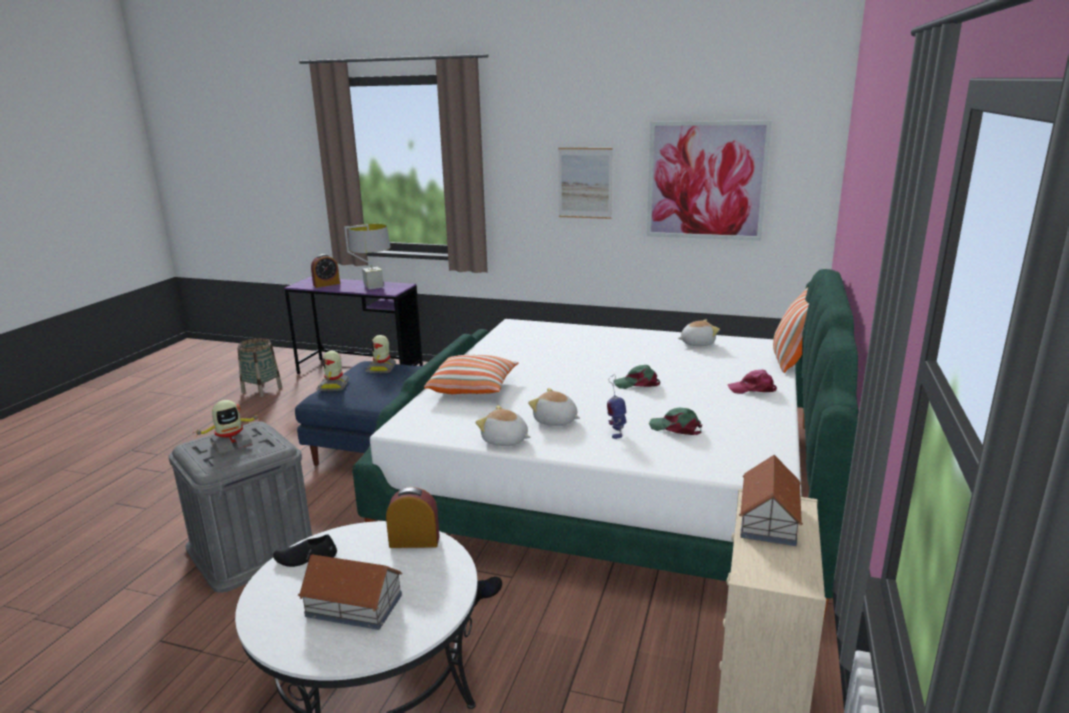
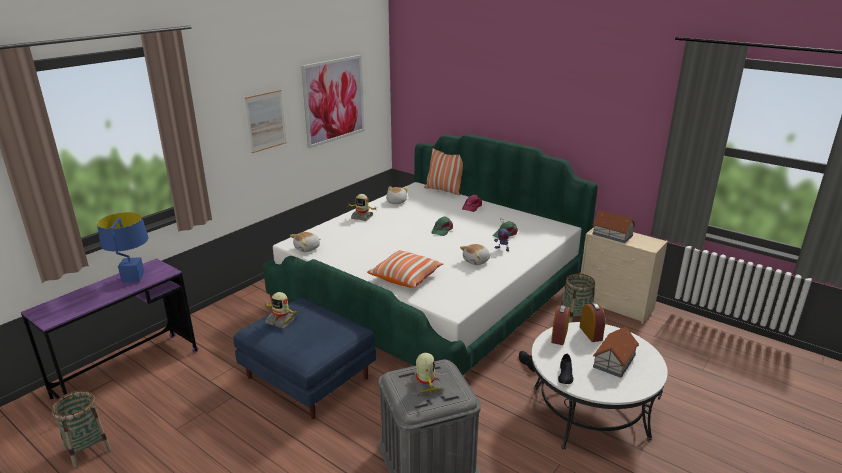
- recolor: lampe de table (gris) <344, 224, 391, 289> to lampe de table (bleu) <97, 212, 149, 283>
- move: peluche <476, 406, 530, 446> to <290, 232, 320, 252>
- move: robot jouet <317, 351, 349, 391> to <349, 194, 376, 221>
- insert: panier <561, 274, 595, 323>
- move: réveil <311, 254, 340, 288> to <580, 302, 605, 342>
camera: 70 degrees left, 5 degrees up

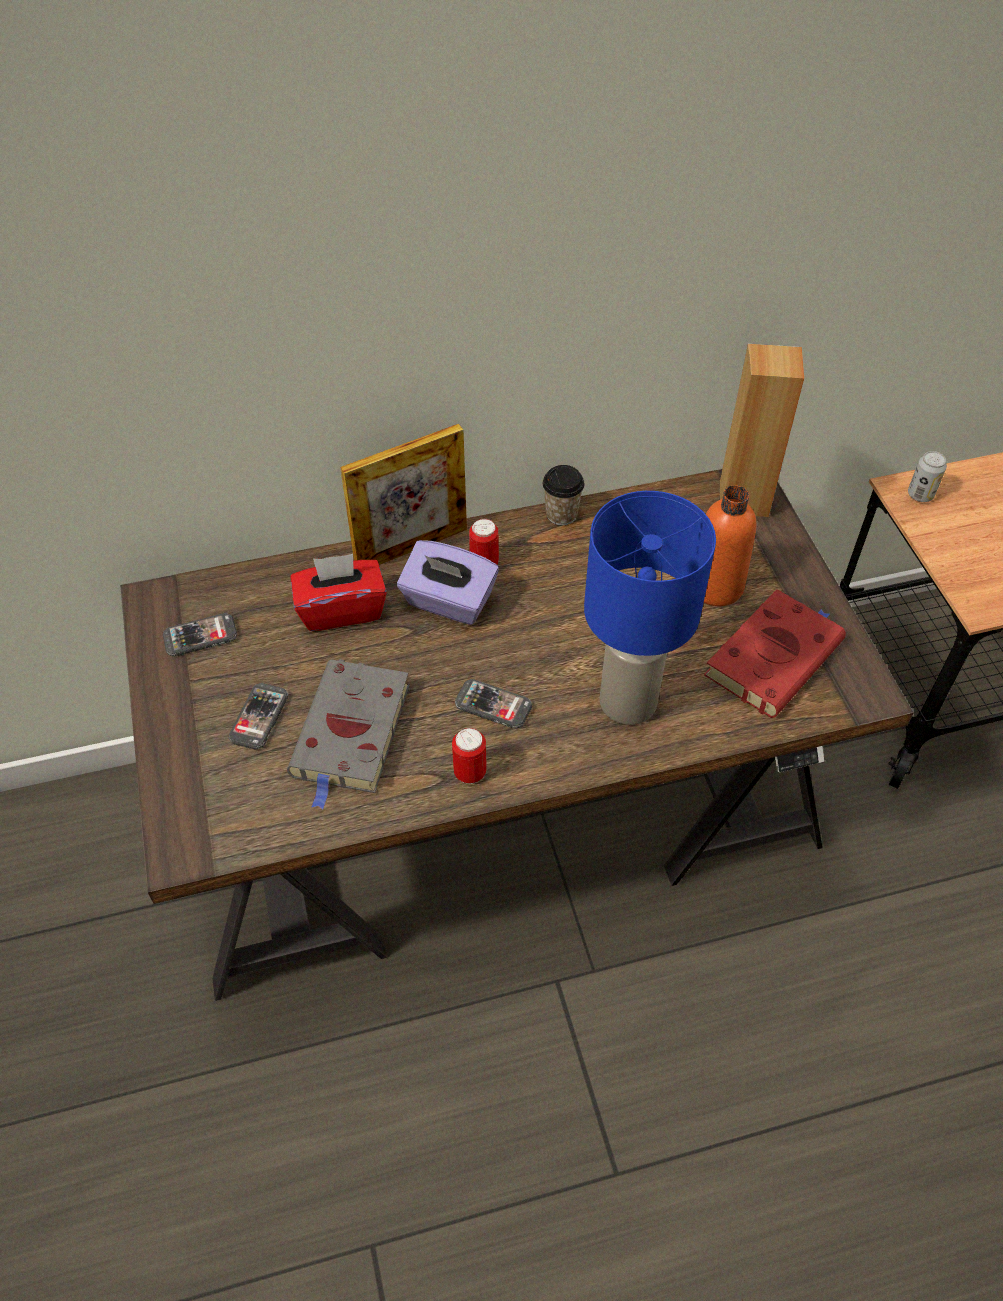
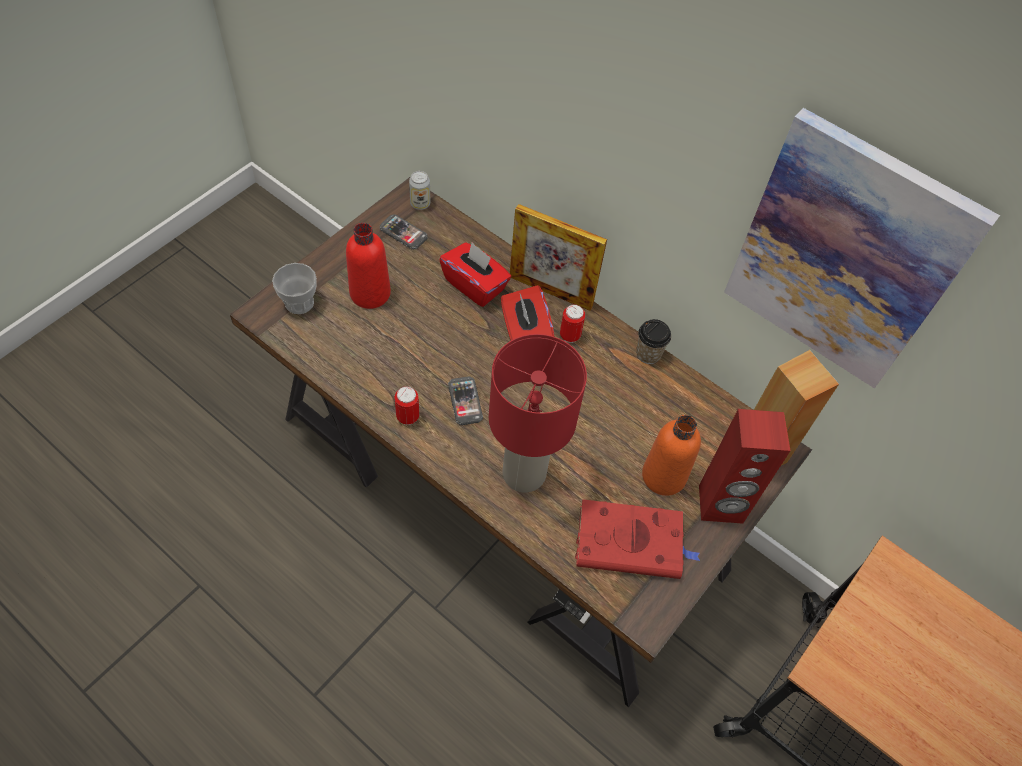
- insert: tasse <272, 263, 317, 314>
- replace: téléphone <228, 683, 288, 750> to bouteille (rouge) <346, 223, 391, 309>
- move: boîte métallique <908, 451, 947, 502> to <409, 171, 430, 210>
- recolor: lampe de table (bleu) <584, 491, 716, 725> to lampe de table (rouge) <489, 334, 587, 493>
- recolor: boîte à mouchoirs (violet) <397, 540, 499, 625> to boîte à mouchoirs (rouge) <501, 285, 554, 340>
- insert: enceinte (rouge) <699, 409, 790, 524>
- insert: tableau <724, 108, 1000, 388>
- delete: livre (gris) <287, 659, 410, 810>
camera: 50 degrees right, 5 degrees up

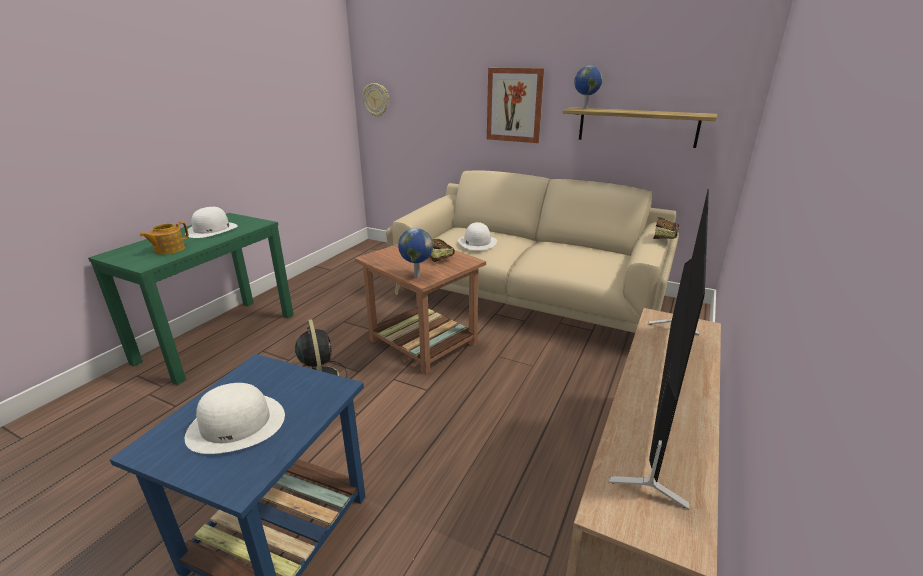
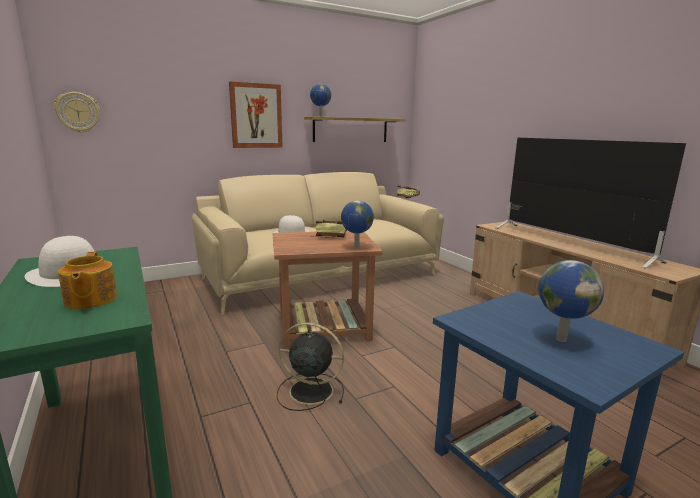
- replace: chapeau (blanc) <185, 383, 285, 454> to globe <538, 260, 604, 342>
camera: 55 degrees left, 10 degrees down

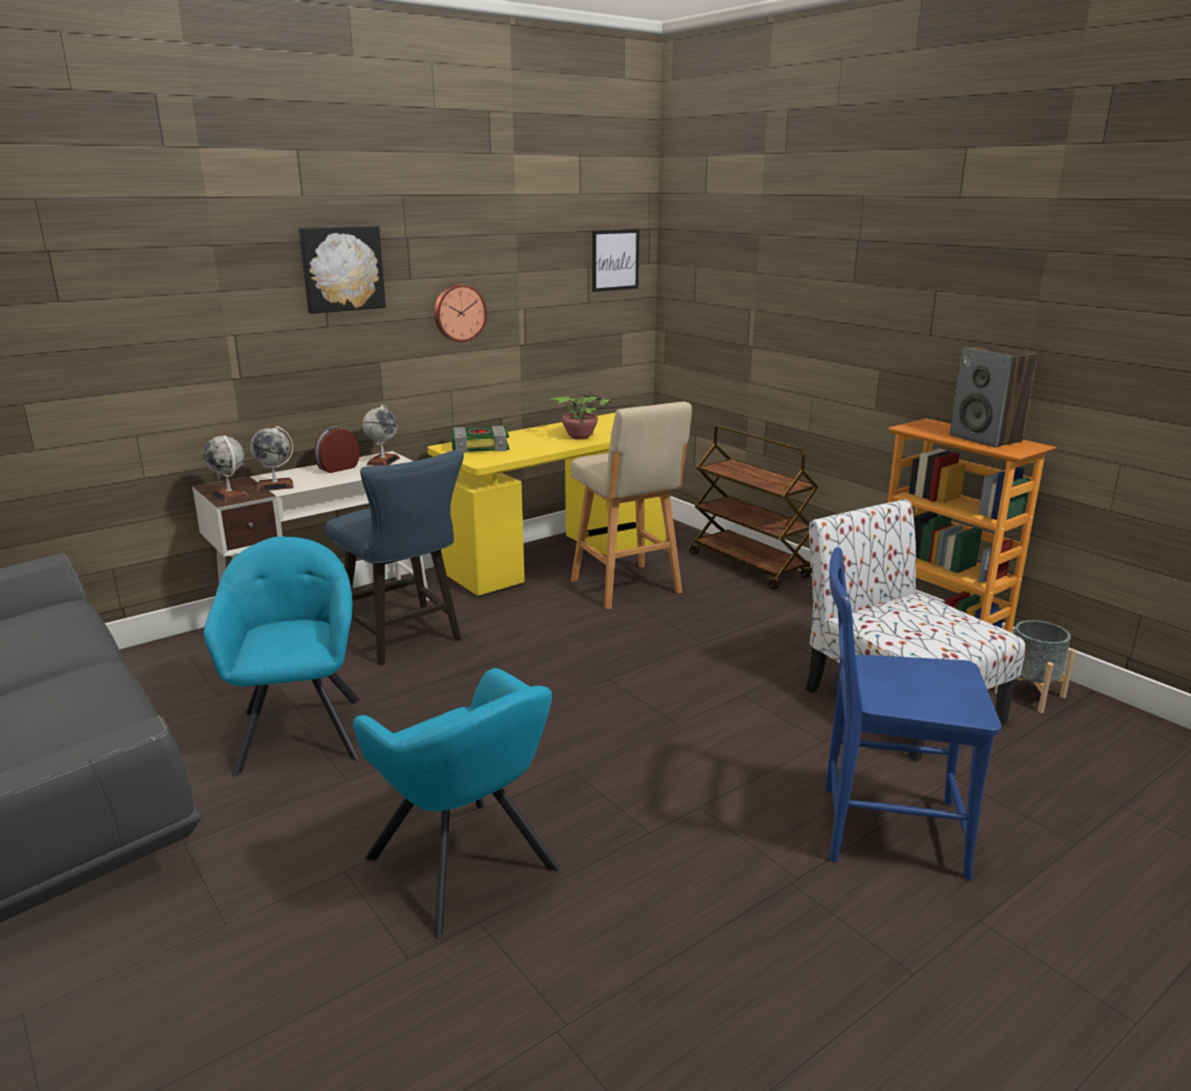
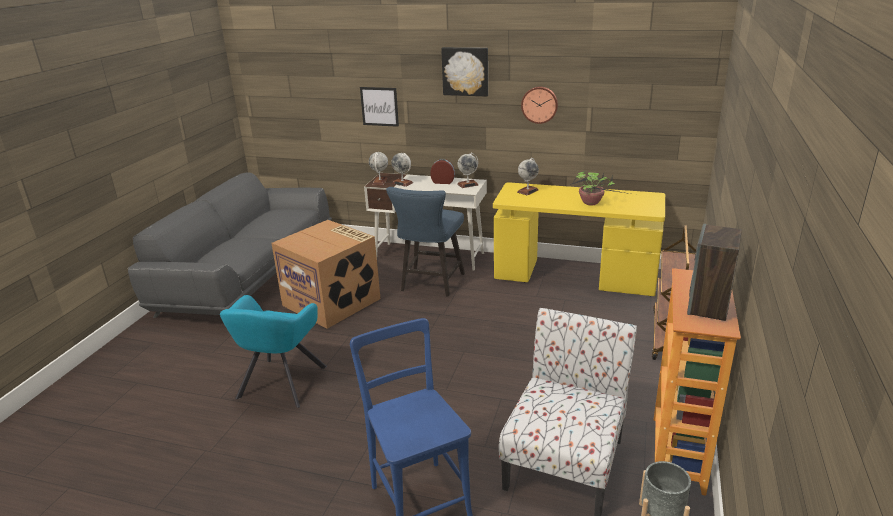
- replace: fauteuil (turquoise) <203, 536, 360, 776> to carton <271, 220, 380, 329>
- move: tableau <592, 229, 639, 292> to <360, 87, 399, 127>
- replace: livre <451, 425, 509, 453> to globe <517, 158, 539, 196>
- delete: tabouret (beige) <571, 402, 692, 609>
camera: 55 degrees right, 5 degrees up

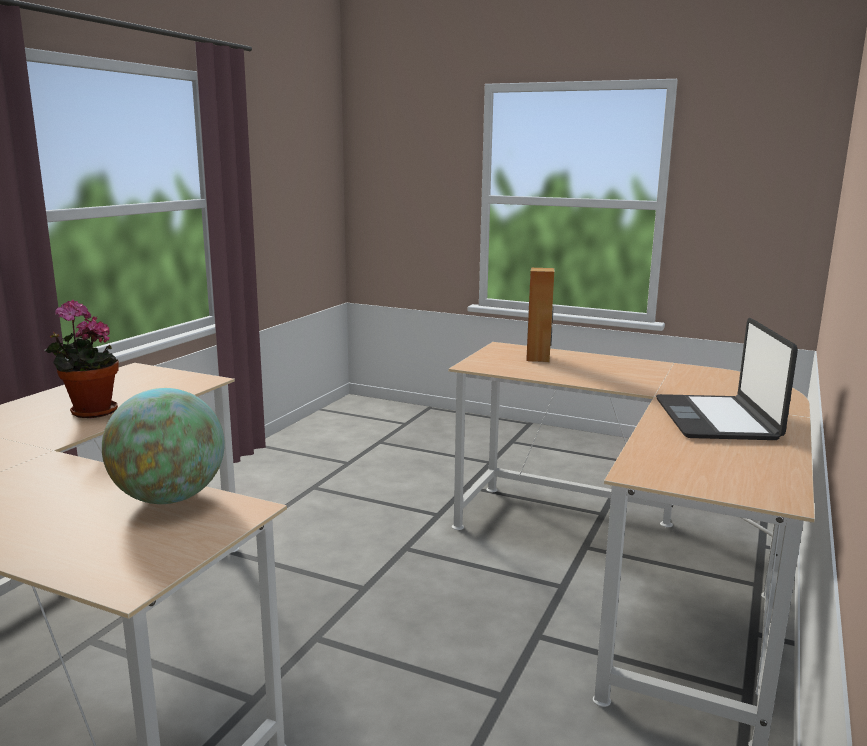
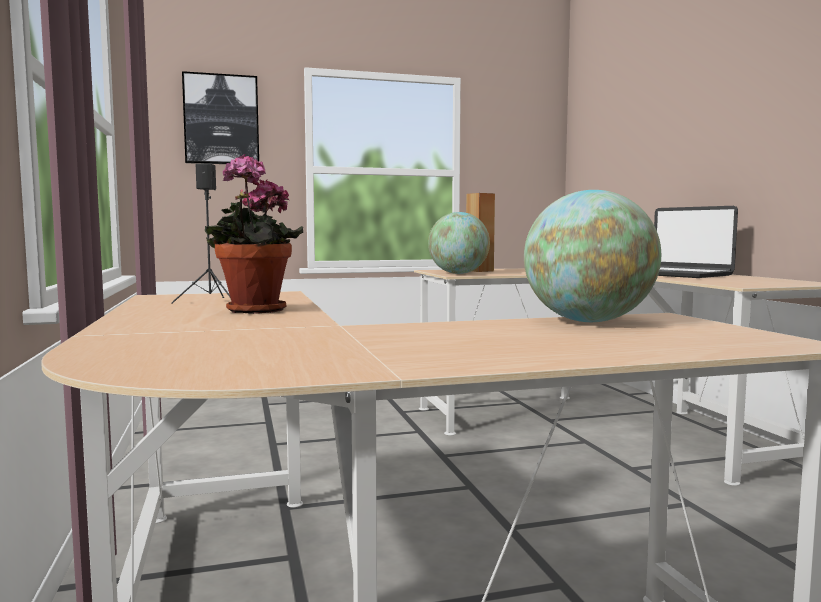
- insert: enceinte (noir) <171, 164, 230, 304>
- insert: tableau <182, 71, 259, 164>
- insert: globe <428, 212, 490, 274>
camera: 40 degrees left, 10 degrees down

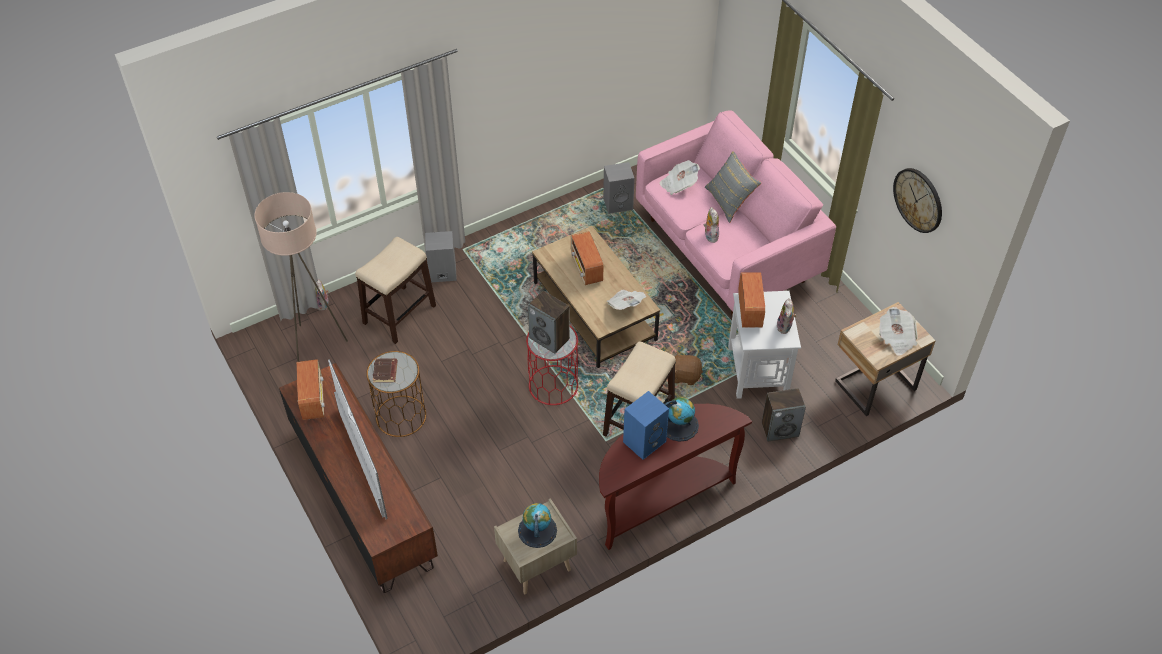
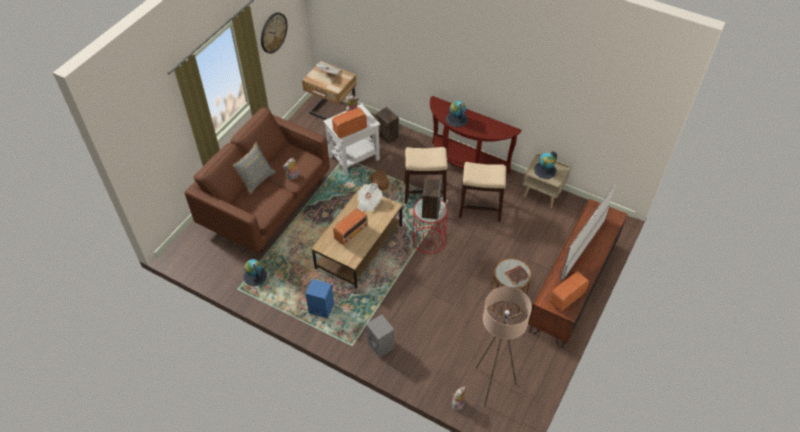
- recolor: canapé (rose) <636, 110, 836, 316> to canapé (marron) <184, 107, 330, 253>
- replace: enceinte (gris) <603, 162, 635, 214> to globe <243, 259, 267, 286>
- move: enceinte (bleu) <623, 391, 669, 460> to <305, 279, 334, 318>
- move: tabouret <355, 237, 436, 344> to <459, 162, 506, 222>
- delete: journal <660, 160, 700, 195>
camera: 120 degrees left, 0 degrees up

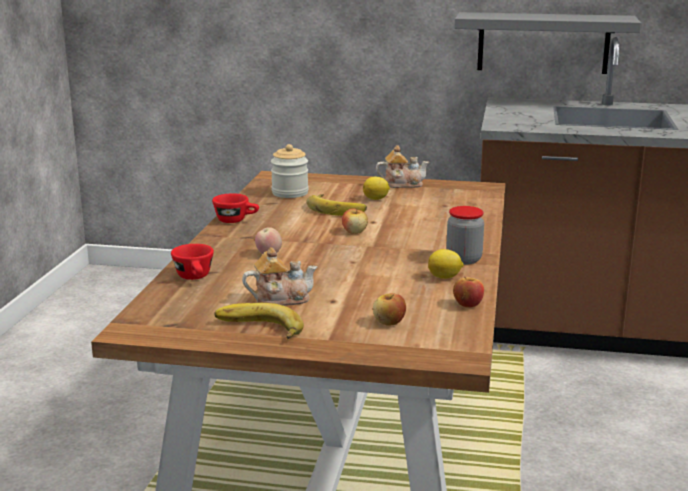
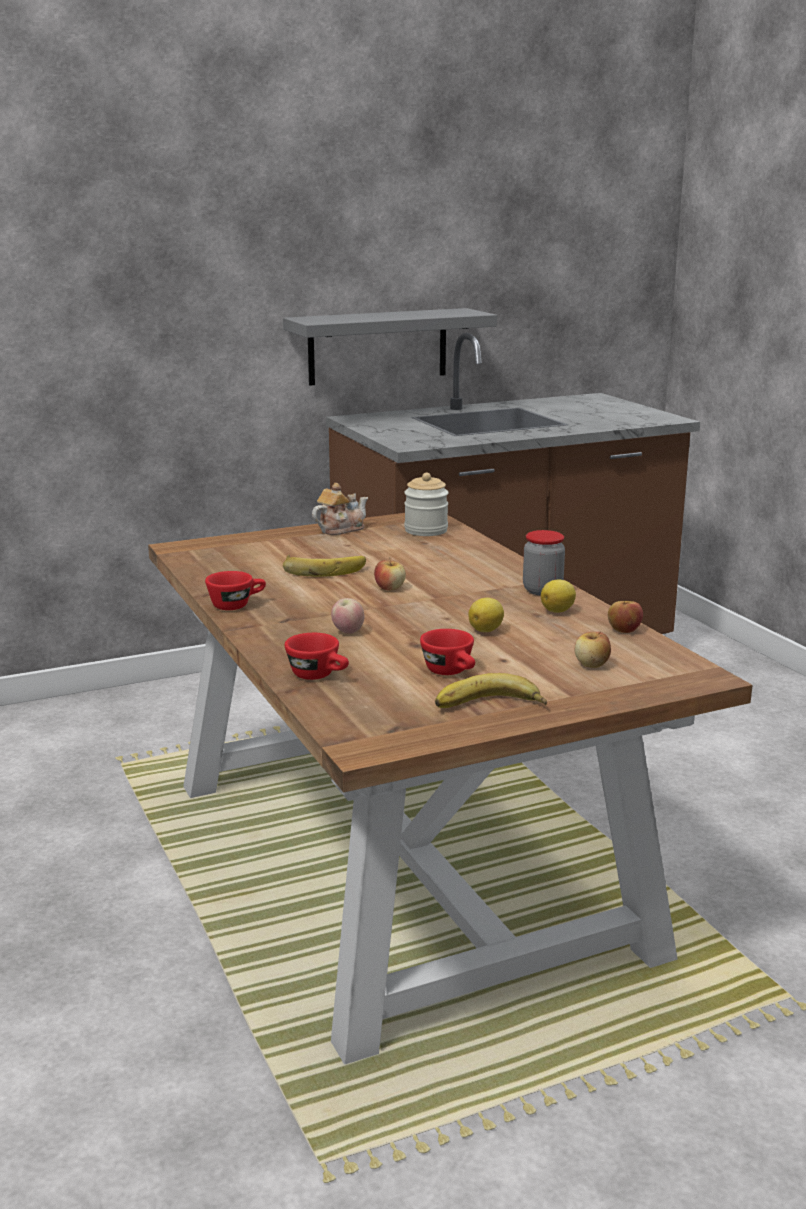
- move: bocal <271, 144, 309, 198> to <404, 473, 449, 536>
- replace: théière <242, 247, 318, 306> to tasse (rouge) <420, 629, 475, 675>
- move: citron <363, 177, 390, 200> to <468, 598, 504, 632>
camera: 35 degrees left, 0 degrees up

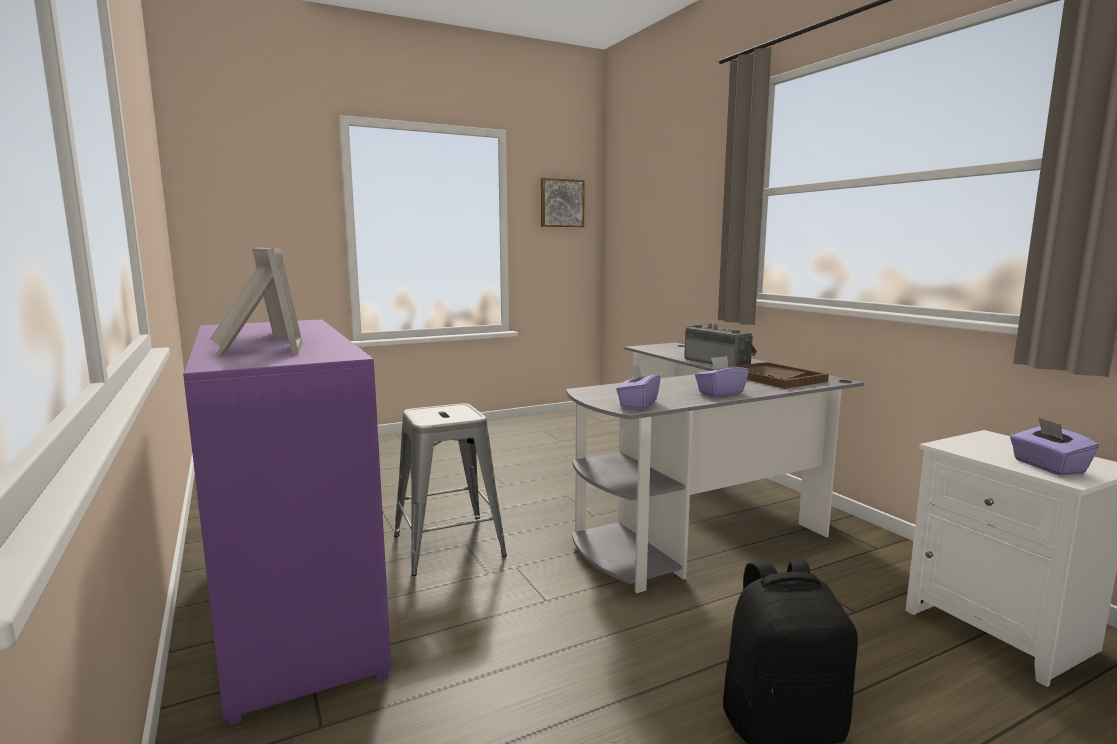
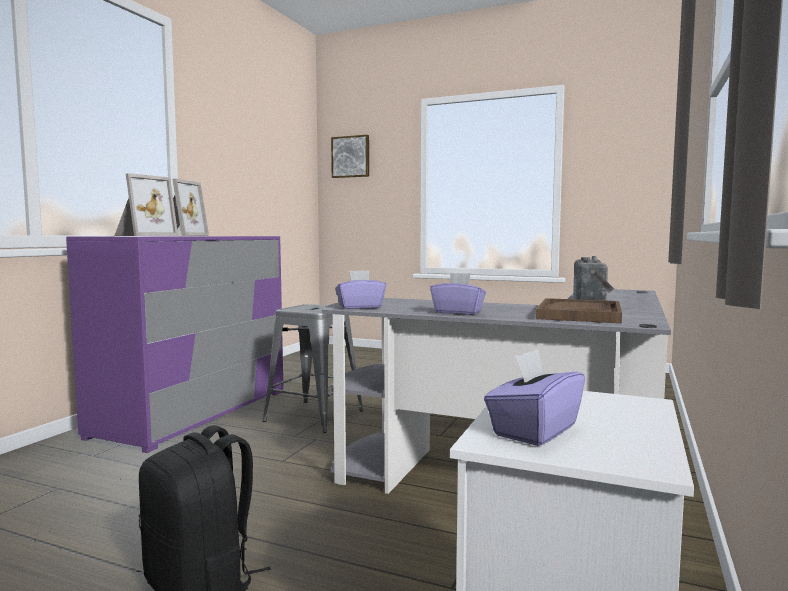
- move: tableau <541, 178, 585, 227> to <331, 135, 369, 178>
camera: 50 degrees right, 5 degrees down

